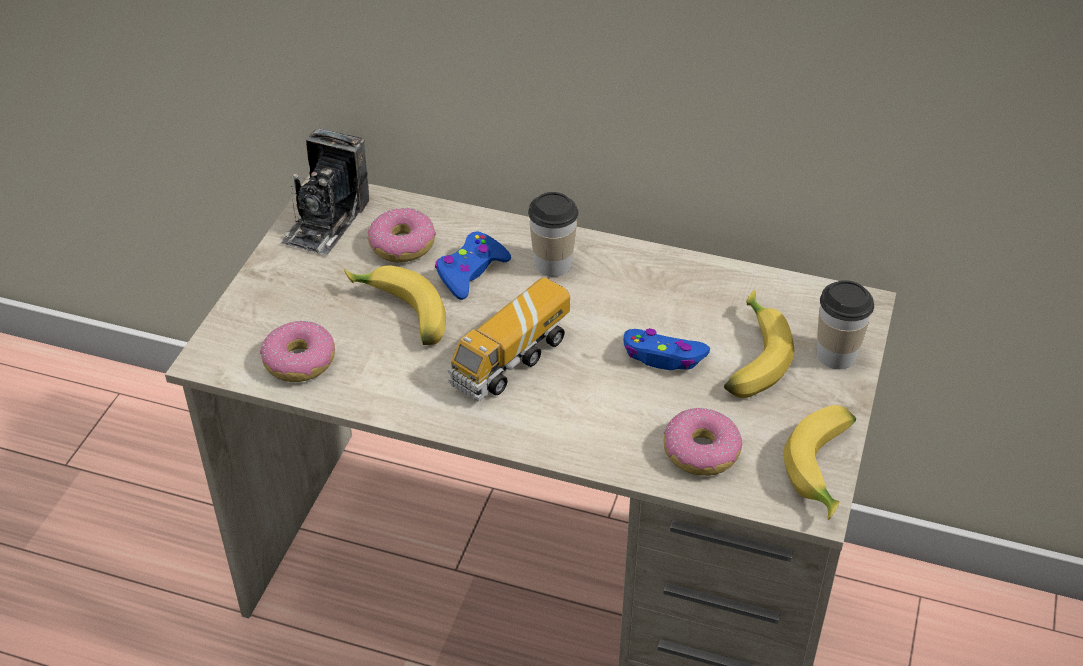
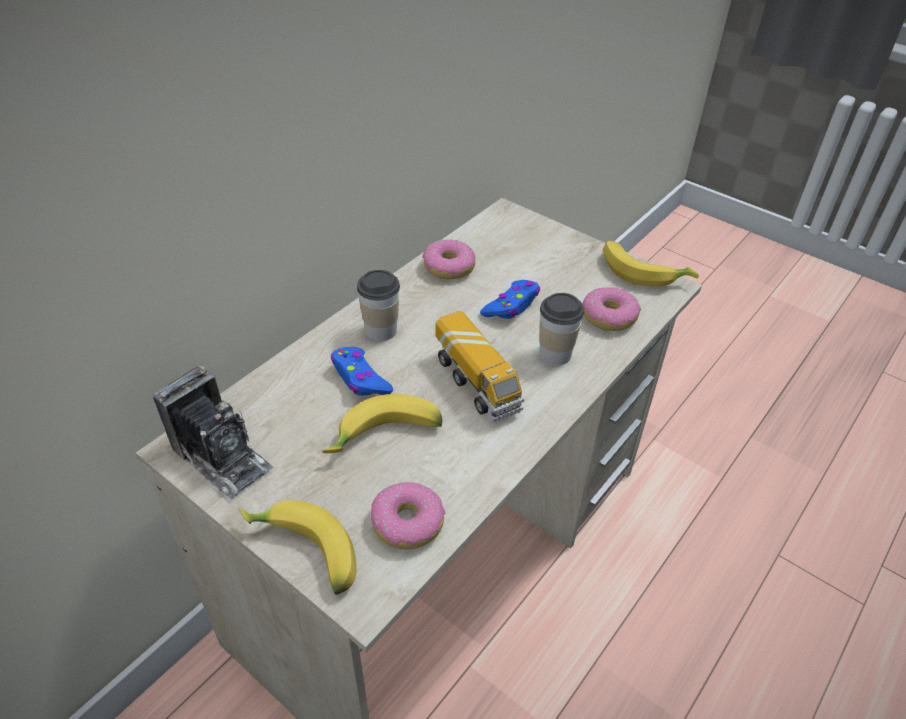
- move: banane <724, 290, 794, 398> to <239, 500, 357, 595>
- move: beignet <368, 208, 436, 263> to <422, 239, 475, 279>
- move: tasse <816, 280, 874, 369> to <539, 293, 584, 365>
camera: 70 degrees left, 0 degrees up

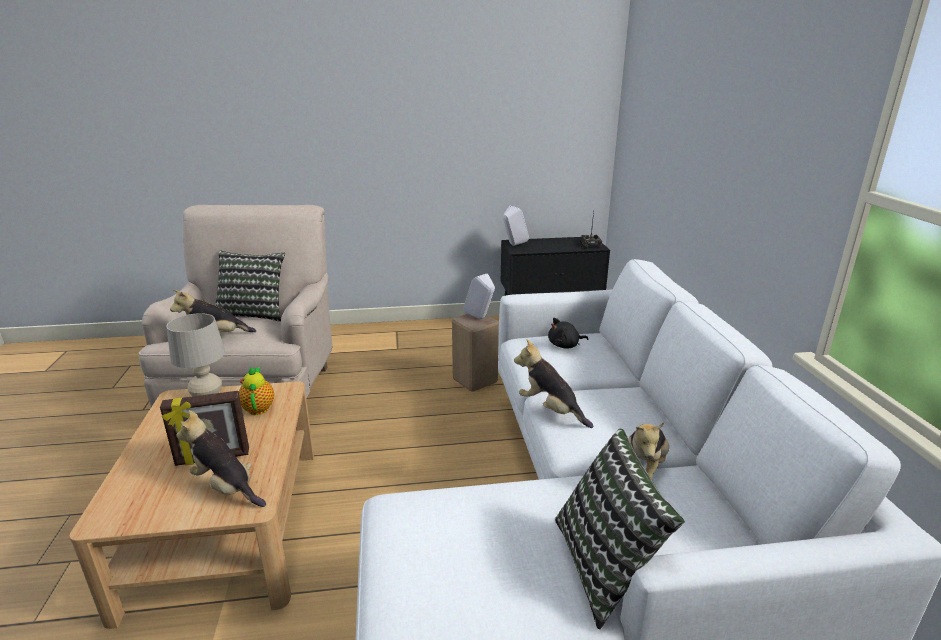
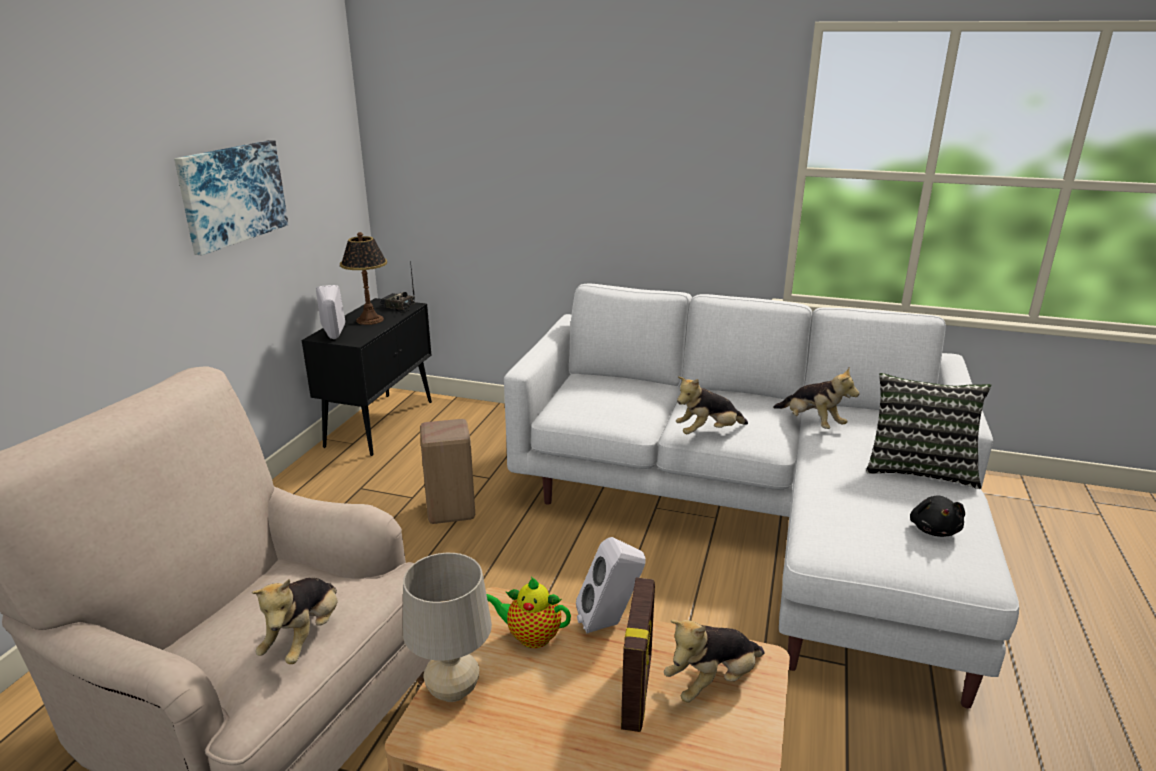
- insert: tableau <174, 140, 288, 255>
- insert: lampe de table <340, 232, 387, 325>
- move: enceinte (blanc) <463, 273, 495, 319> to <576, 537, 646, 633>
- move: peluche (noir) <548, 318, 588, 349> to <910, 495, 965, 537>
- delete: coussin <215, 251, 285, 322>
camera: 65 degrees left, 0 degrees up

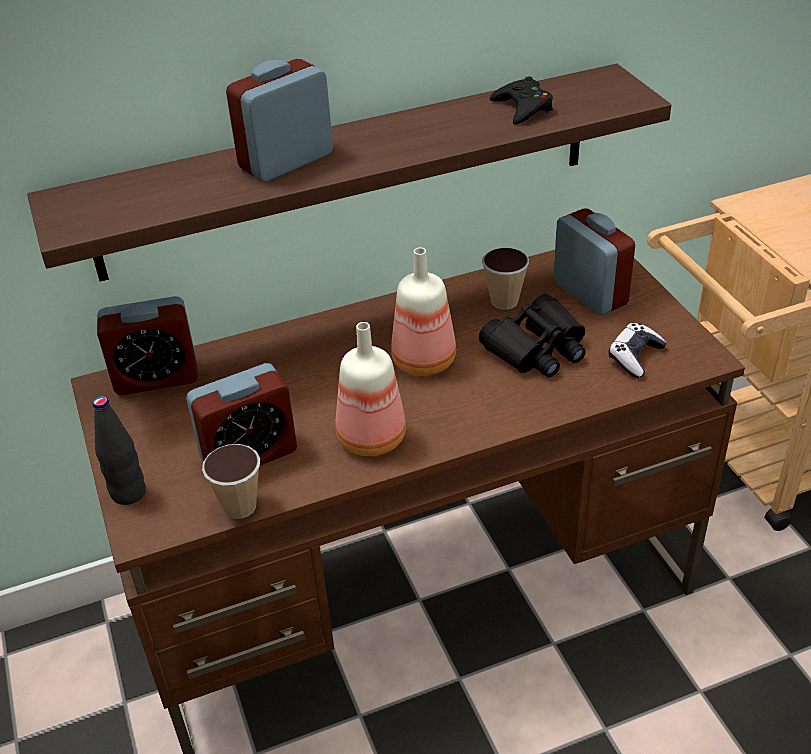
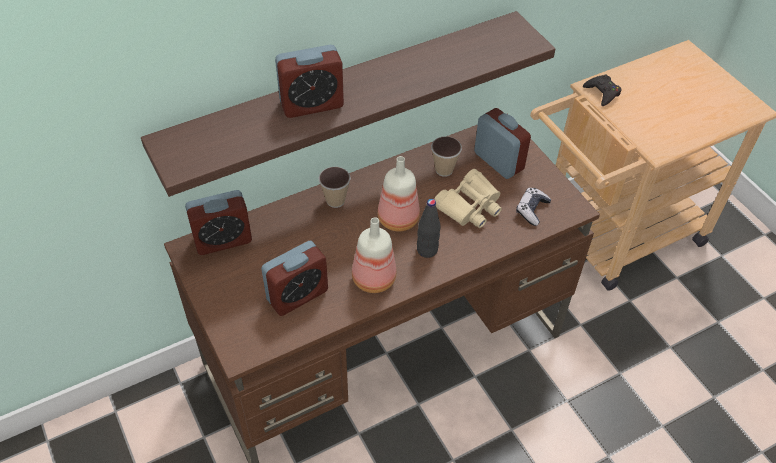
- rotate: réveil <226, 59, 333, 181> = <275, 45, 344, 118> 150 degrees counterclockwise
- move: tasse <202, 444, 260, 519> to <319, 167, 351, 208>
- move: bouteille (noir) <93, 396, 146, 505> to <417, 199, 440, 258>
- recolor: jumelles (noir) <479, 294, 586, 377> to jumelles (beige) <434, 169, 502, 228>
- move: manette (noir) <490, 76, 553, 124> to <583, 75, 622, 106>
camera: 10 degrees left, 10 degrees up

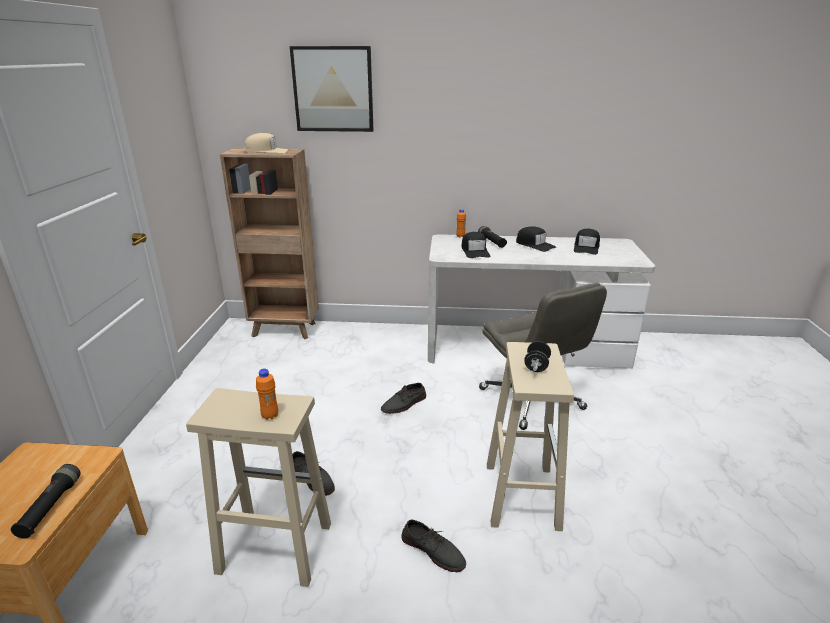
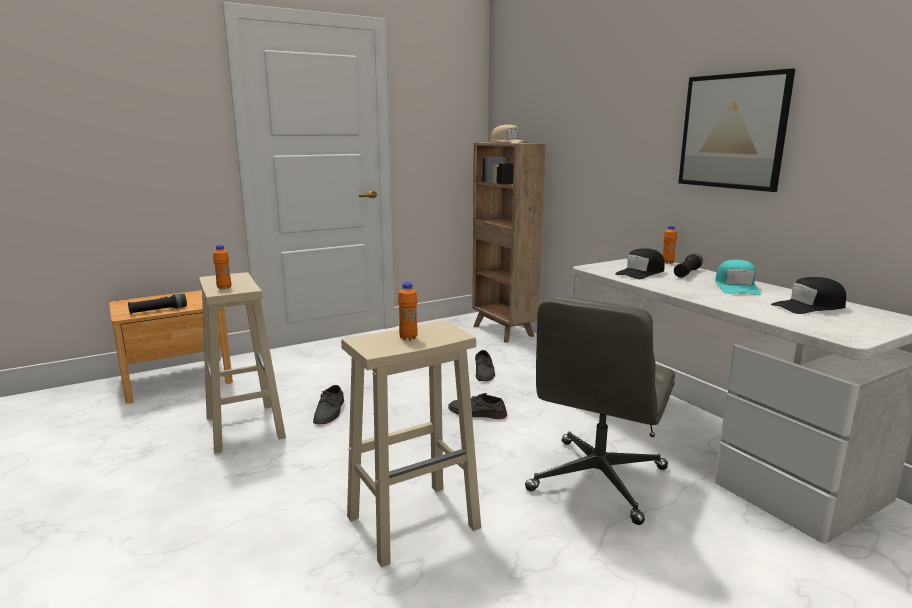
- replace: haltère (noir) <524, 341, 551, 372> to bouteille (orange) <398, 282, 418, 340>
- move: chaussure (gris) <401, 520, 466, 572> to <475, 350, 495, 381>
- move: tableau <290, 46, 374, 132> to <678, 68, 795, 192>
- recolor: casquette (noir) <516, 226, 556, 252> to casquette (turquoise) <715, 260, 761, 295>
camera: 55 degrees right, 10 degrees down

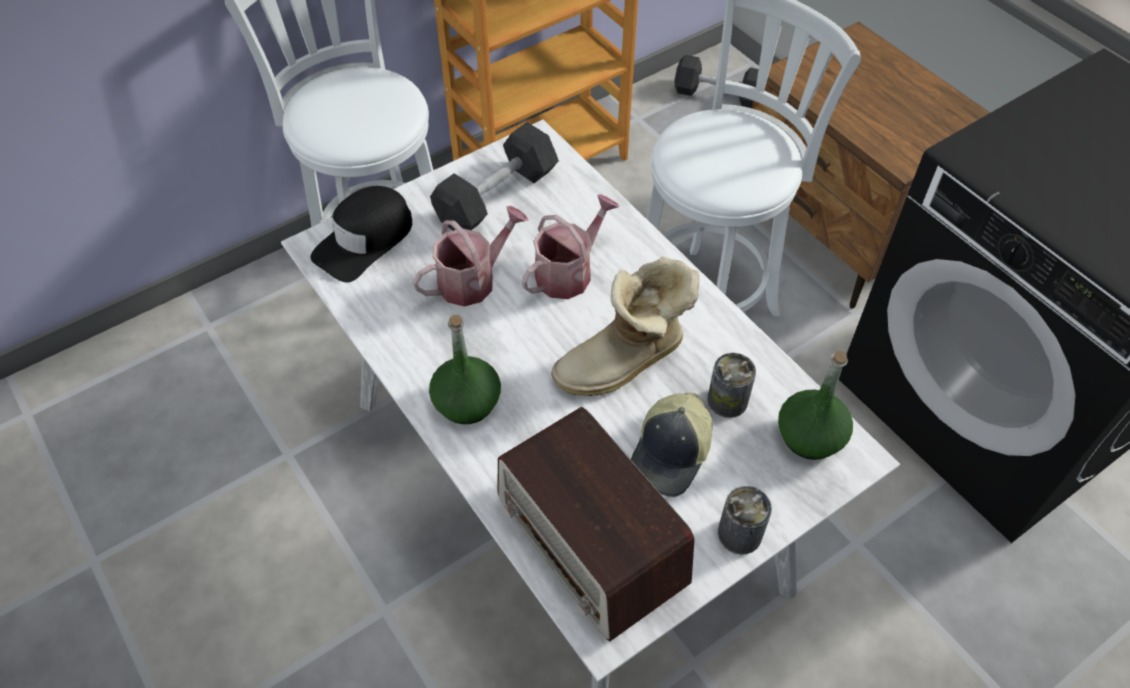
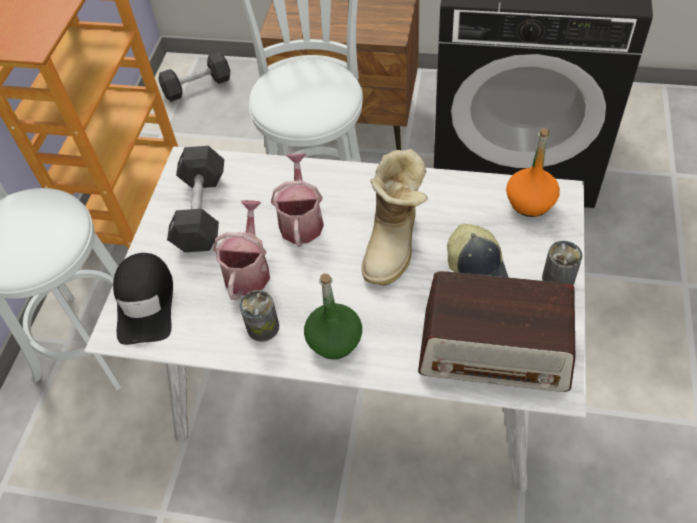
- move: boîte métallique <708, 353, 756, 418> to <240, 290, 279, 342>
- recolor: bouteille (vert) <778, 350, 853, 460> to bouteille (orange) <506, 128, 560, 217>
camera: 40 degrees left, 0 degrees up

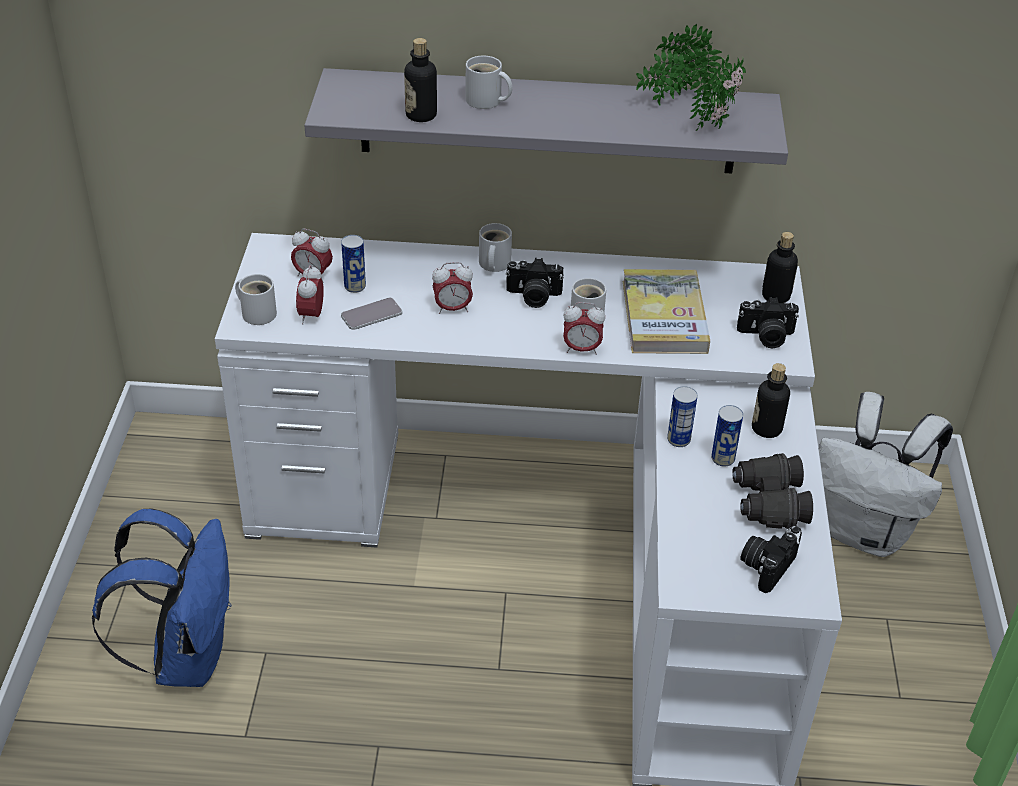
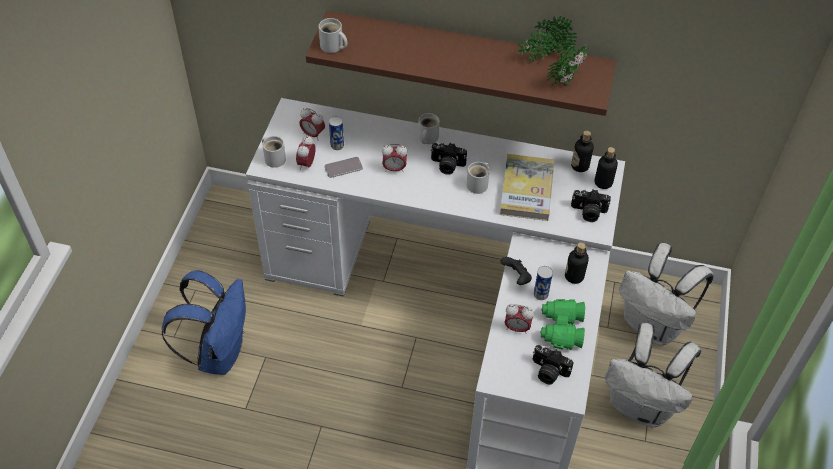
- recolor: étagère (gris) <304, 68, 788, 173> to étagère (marron) <306, 11, 616, 116>
- move: mug (blanc) <465, 56, 513, 109> to <319, 18, 348, 53>
- replace: boîte métallique <667, 386, 698, 447> to manette (noir) <500, 257, 532, 285>
- move: réveil <563, 302, 605, 355> to <504, 304, 534, 334>
- rotate: appareil photo <740, 526, 802, 593> = <532, 345, 573, 385> 105 degrees counterclockwise
- recolor: jumelles (noir) <732, 453, 813, 529> to jumelles (vert) <540, 299, 585, 350>
- move: bouteille <404, 38, 437, 122> to <571, 130, 594, 172>
- insert: sac à dos (blanc) <605, 323, 701, 428>
camera: 10 degrees right, 10 degrees up

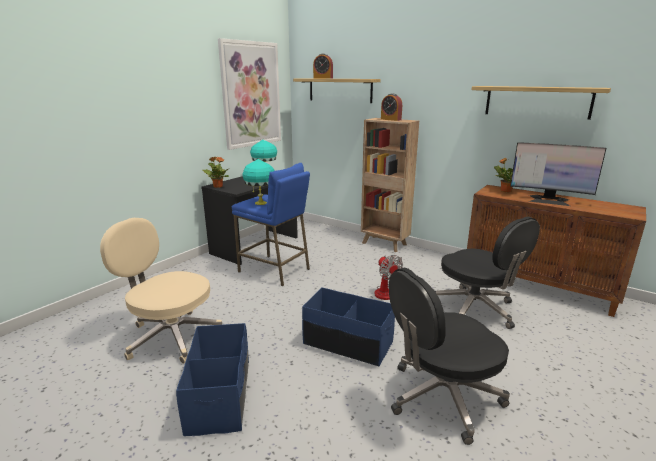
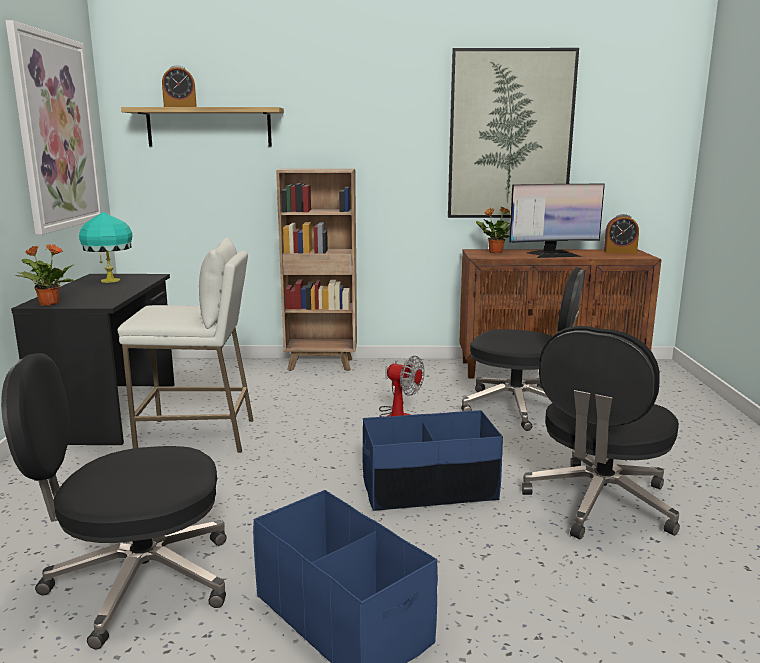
- recolor: chaise de bureau (beige) <100, 218, 222, 364> to chaise de bureau (noir) <1, 353, 227, 649>
- recolor: tabouret (bleu) <232, 163, 310, 286> to tabouret (blanc) <117, 238, 253, 453>
- replace: étagère <471, 86, 611, 120> to tableau <448, 48, 579, 218>
- move: réveil <381, 94, 402, 121> to <604, 214, 639, 254>
- delete: lampe de table (turquoise) <242, 159, 275, 205>
camera: 35 degrees left, 5 degrees down

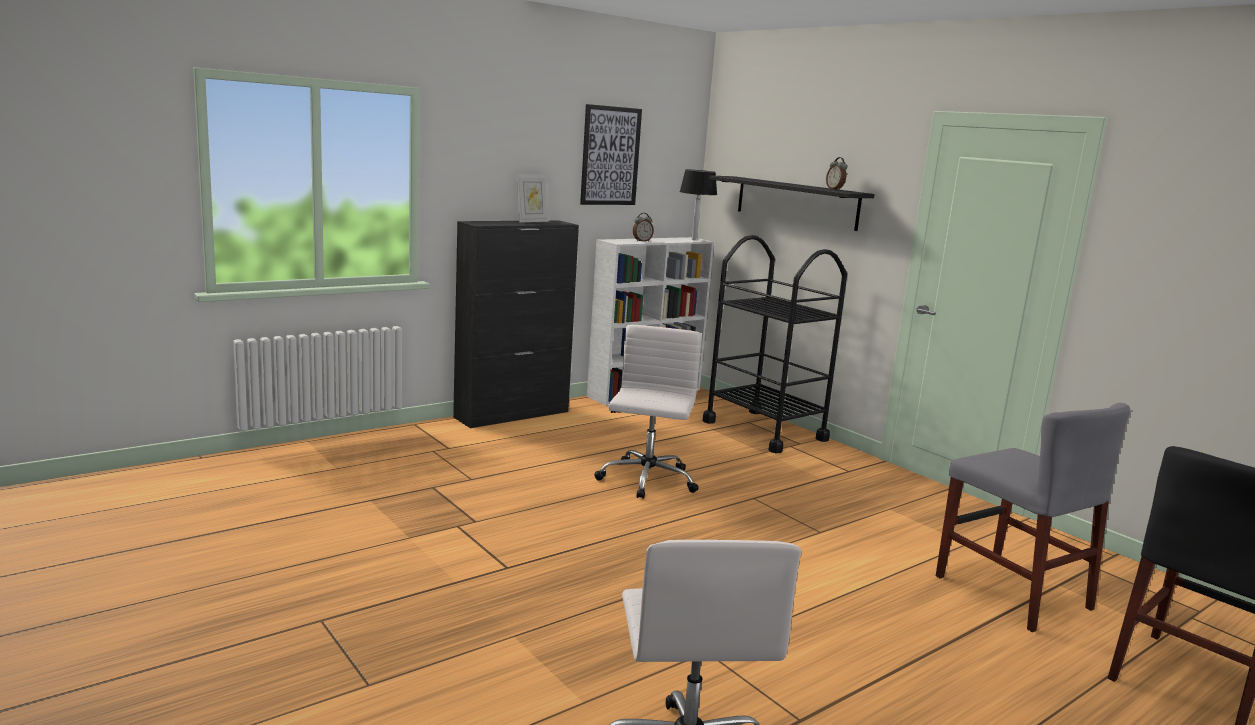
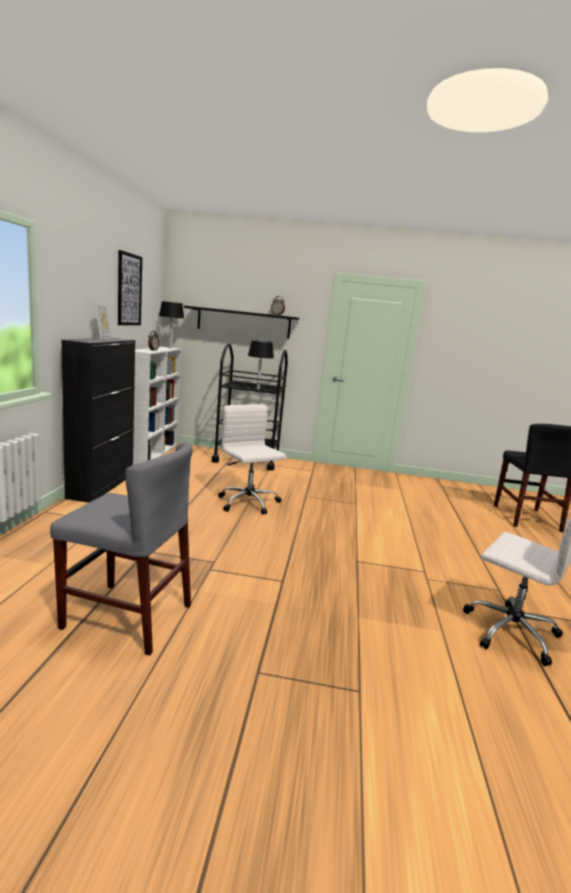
- move: chaise (gris) <936, 403, 1130, 632> to <50, 442, 193, 656>
- insert: lampe de table (noir) <248, 340, 274, 389>
camera: 45 degrees left, 0 degrees up

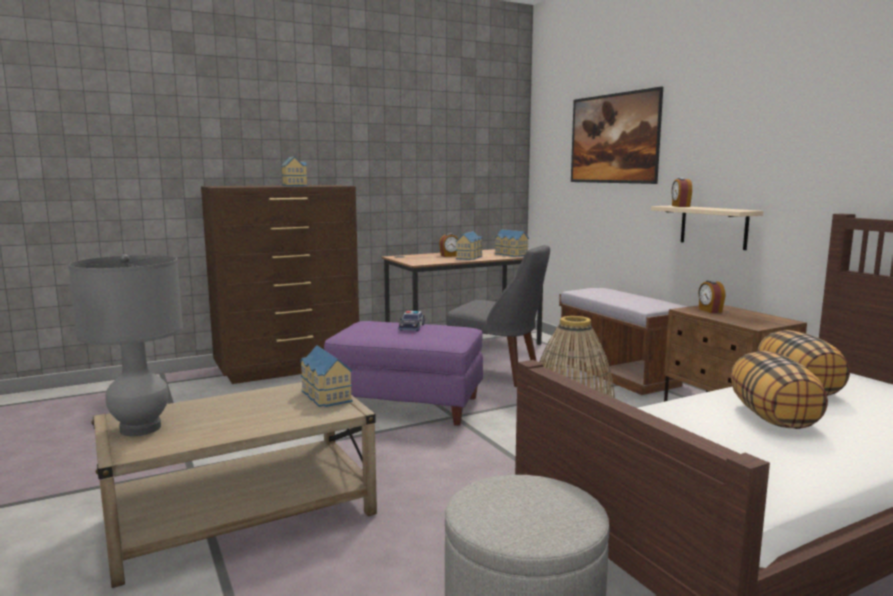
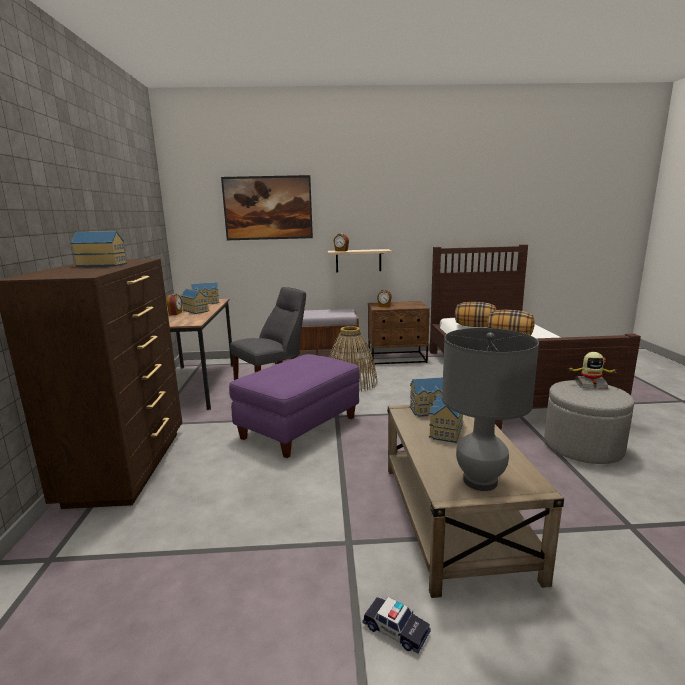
- move: petite voiture <399, 311, 425, 331> to <363, 597, 431, 654>
- insert: maison miniature <429, 395, 463, 443>
- insert: robot jouet <568, 352, 616, 389>
camera: 65 degrees left, 5 degrees up

